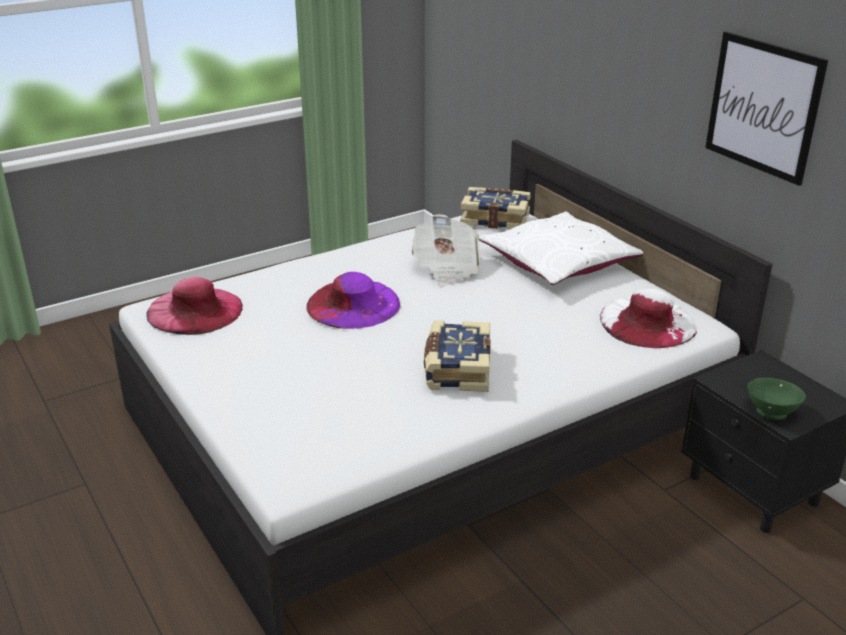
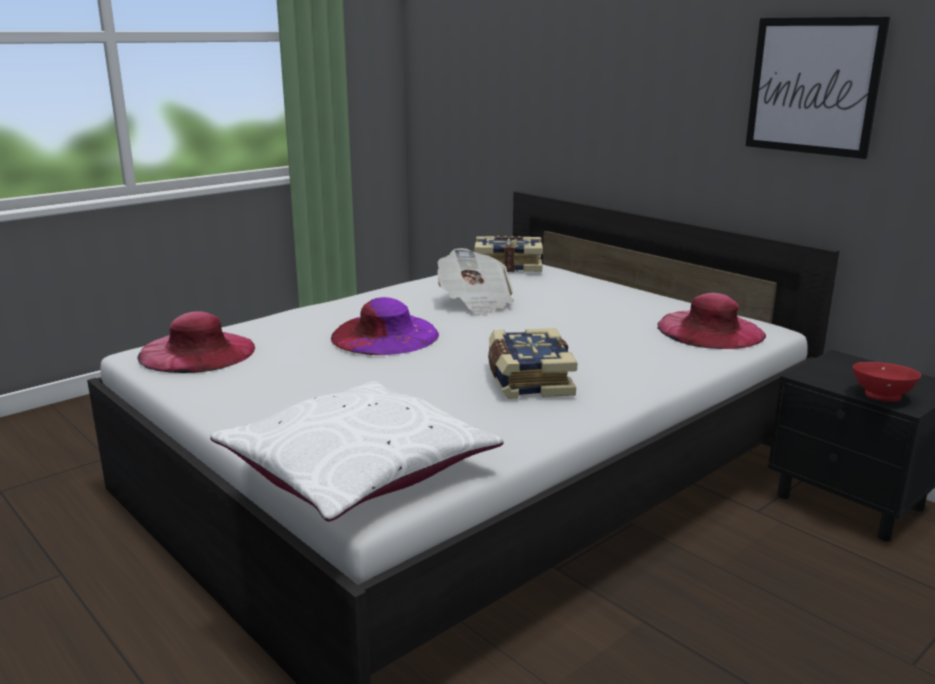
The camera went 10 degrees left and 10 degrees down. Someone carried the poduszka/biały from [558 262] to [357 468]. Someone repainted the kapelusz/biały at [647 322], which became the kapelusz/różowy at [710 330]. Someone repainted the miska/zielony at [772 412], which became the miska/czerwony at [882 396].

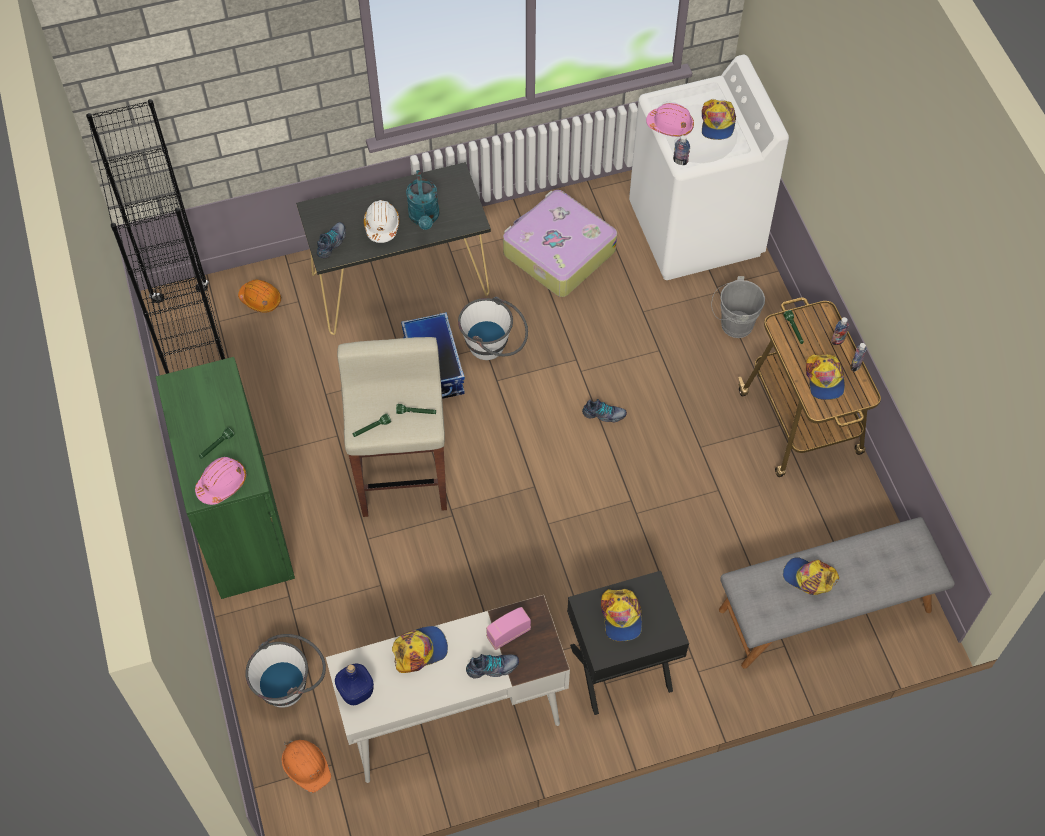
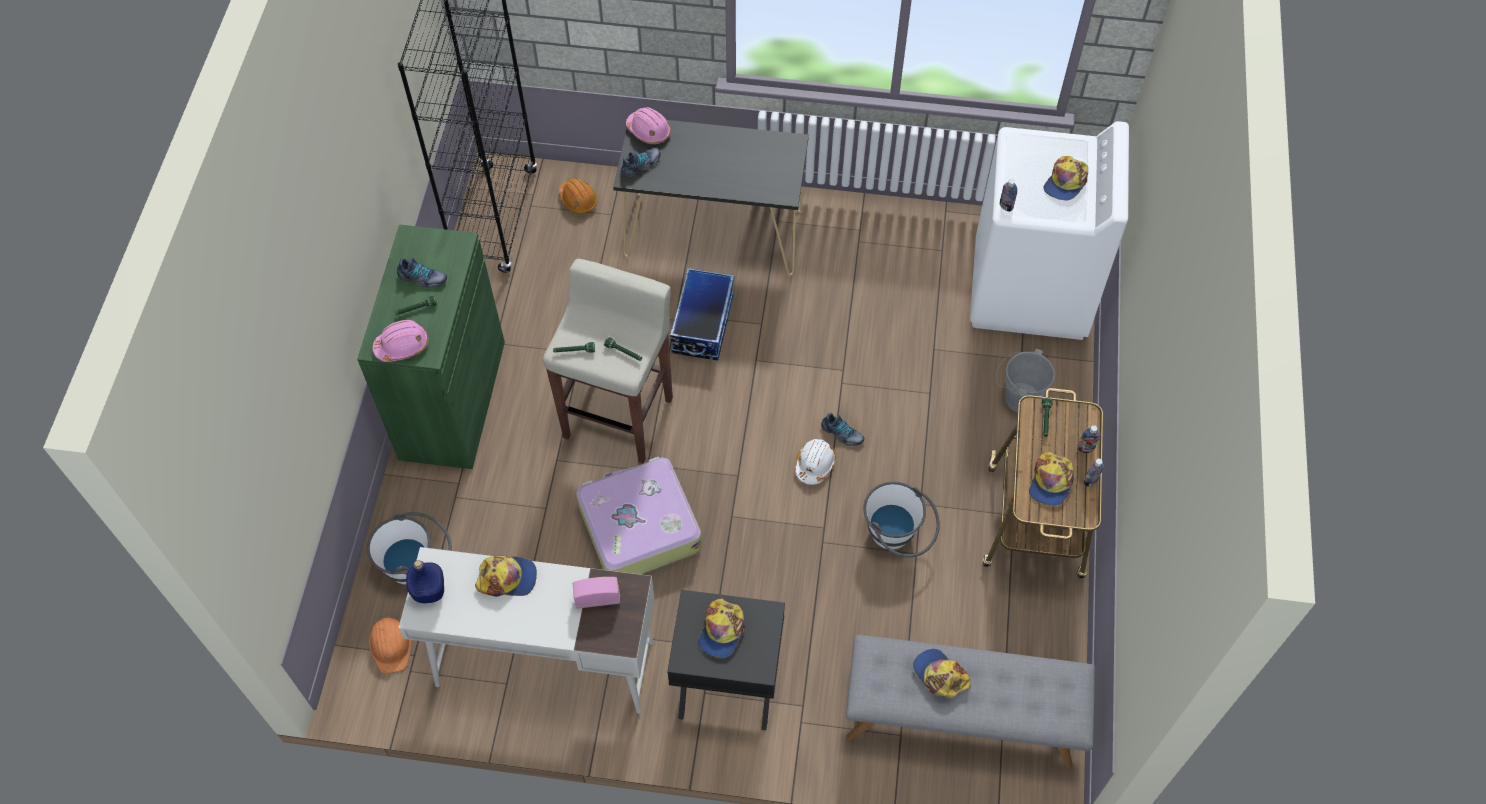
The camera went 25 degrees right and 0 degrees up. Someone carried the but from [492 668] to [422 278]. Someone carried the walizka from [557 252] to [638 527]. Someone carried the kask/różowy from [670 125] to [649 131]. Someone carried the kask/biały from [382 225] to [814 464]. Someone carried the wiadro/biały from [494 347] to [897 537]. Someone took away the konewka/turkusowy at [424 218].

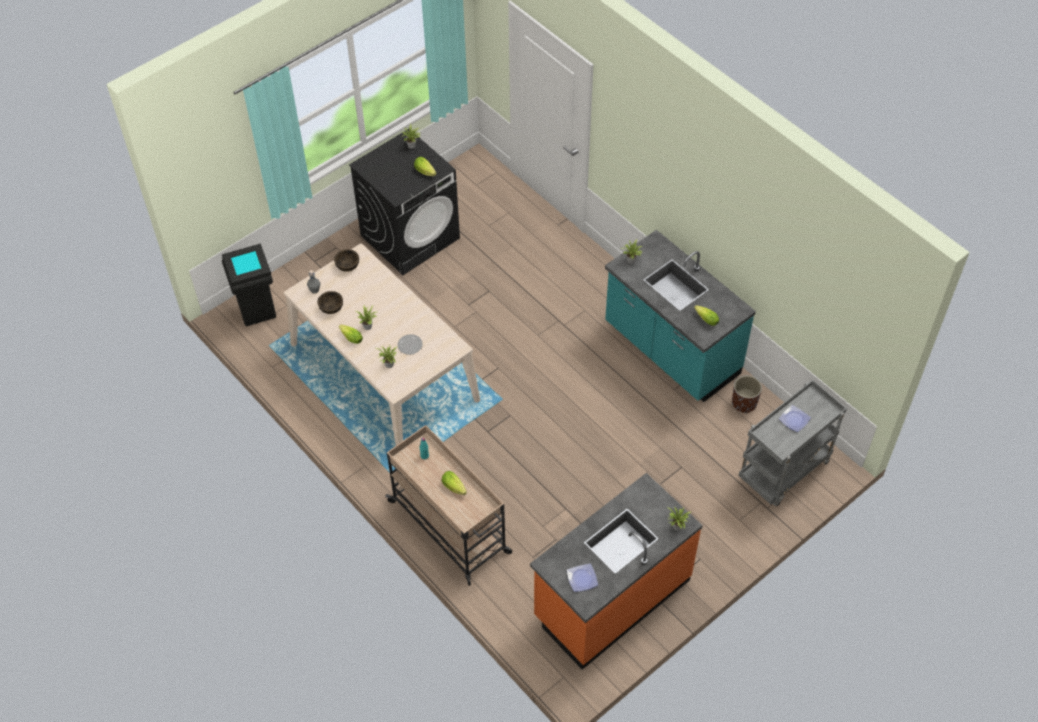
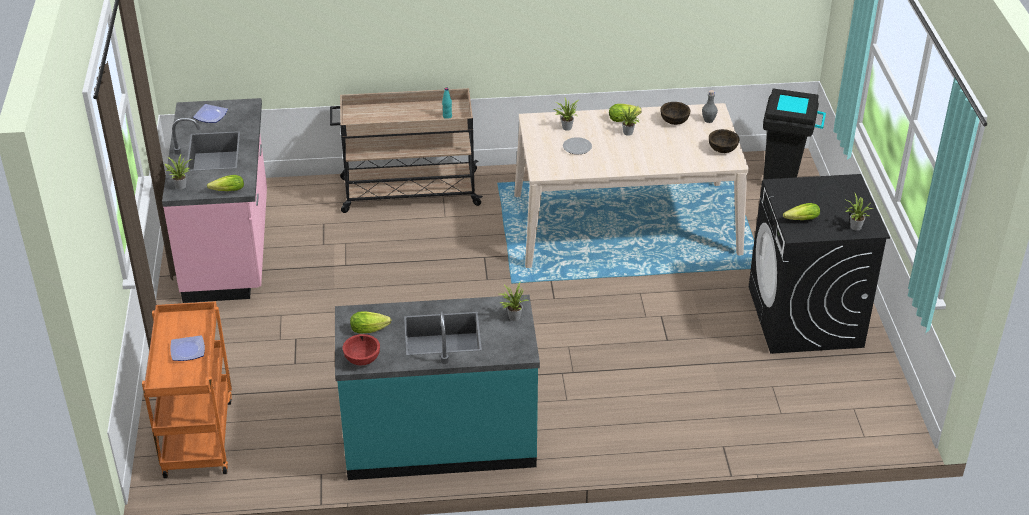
The camera went 125 degrees right and 15 degrees down. Someone repainted the wózek/szary at [784 472], which became the wózek/pomarańczowy at [197 435]. Someone repainted the zabudowa kuchenna/pomarańczowy at [611 598], which became the zabudowa kuchenna/różowy at [229 248]. Someone carried the sałata from [455 488] to [226 191]. Someone put down the miska/czerwony at [362 359]. Someone took away the donica/brązowy at [744 403].

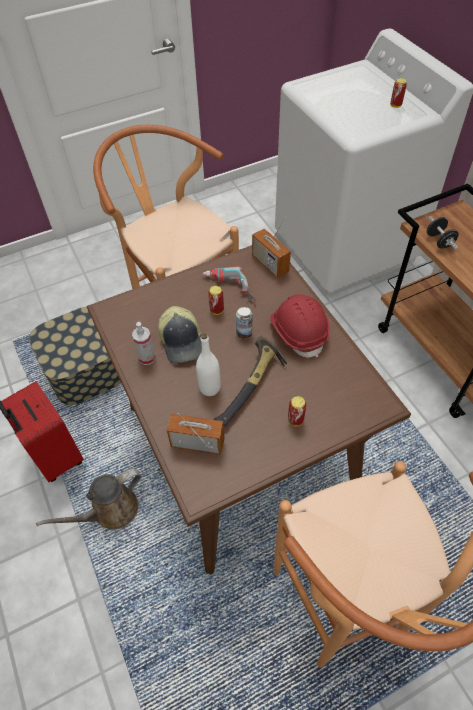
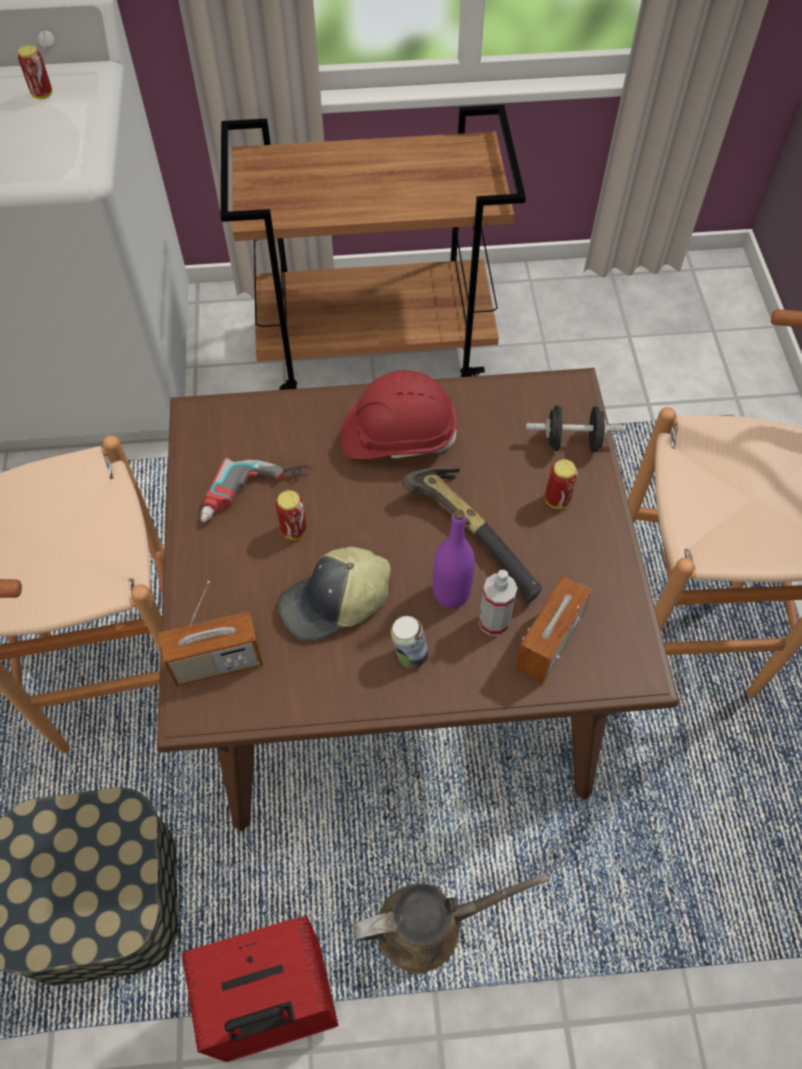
The camera went 70 degrees left and 5 degrees up. Someone carried the radio from [270 264] to [217 662]. Someone rotated the czapka z daszkiem at [182 341] by 150 degrees clockwise. Someone rotated the konewka/brązowy at [110 511] by 90 degrees counterclockwise. Someone carried the puszka from [244 333] to [409 655]. Someone repainted the butelka/biały at [209 388], which became the butelka/fioletowy at [451 593]. Someone carried the spryskiwacz from [147 358] to [494 622]. Someone carried the hantel/czarny from [439 241] to [572 442].

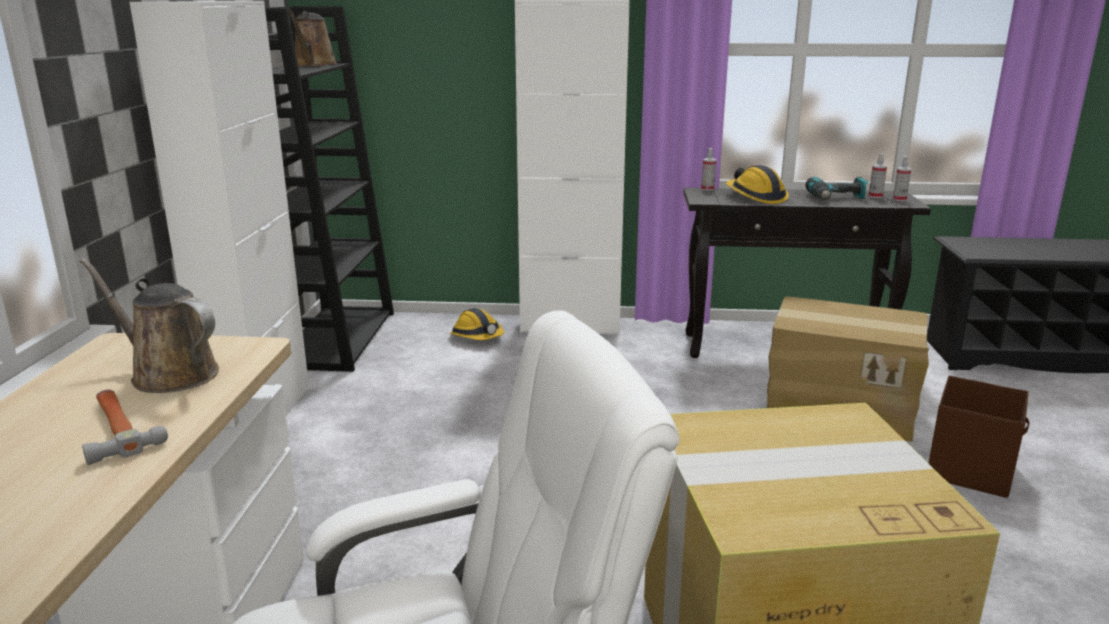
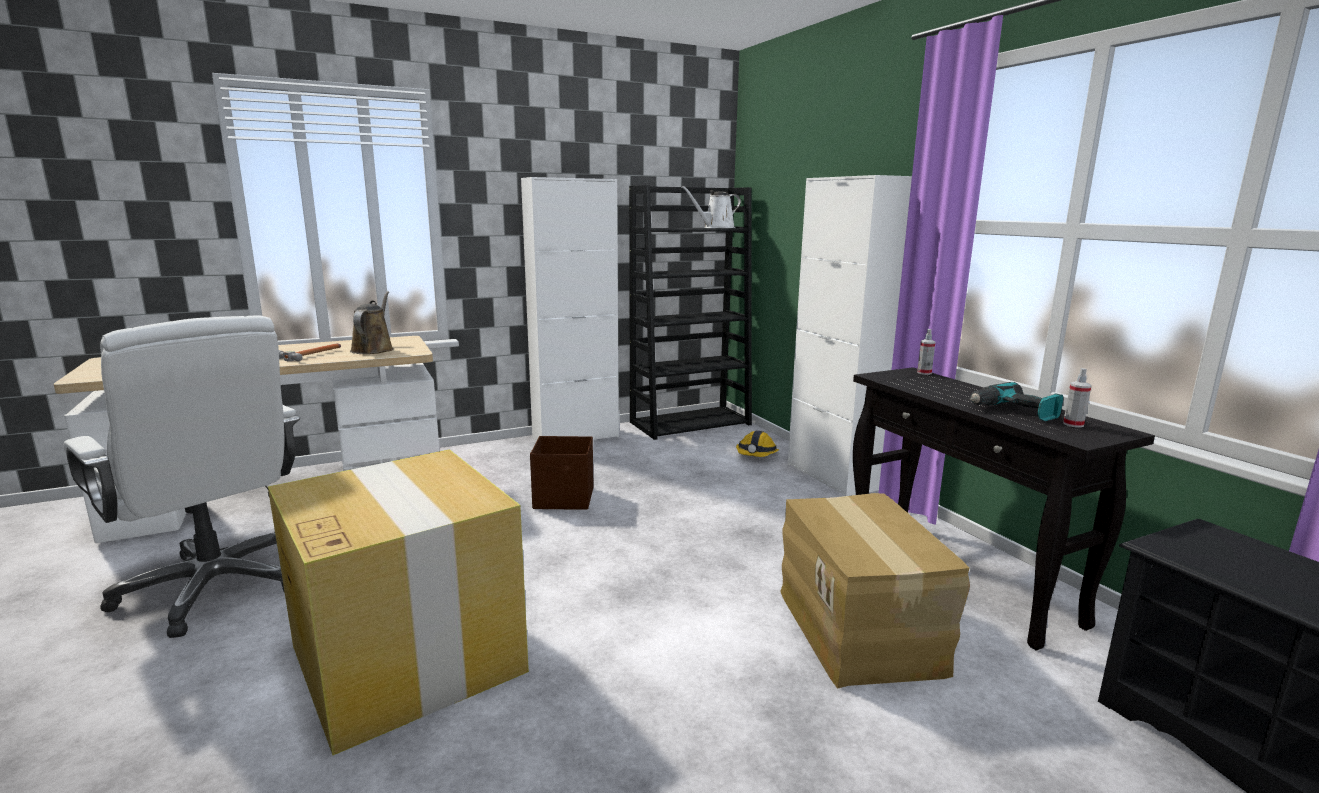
The camera went 60 degrees right and 5 degrees down. Someone carried the pojemnik do przechowywania/brązowy from [970 469] to [565 499]. Someone repainted the konewka/brązowy at [313 65], which became the konewka/biały at [716 228]. Someone took away the kask at [755 197]. Someone took away the spryskiwacz at [899 199].

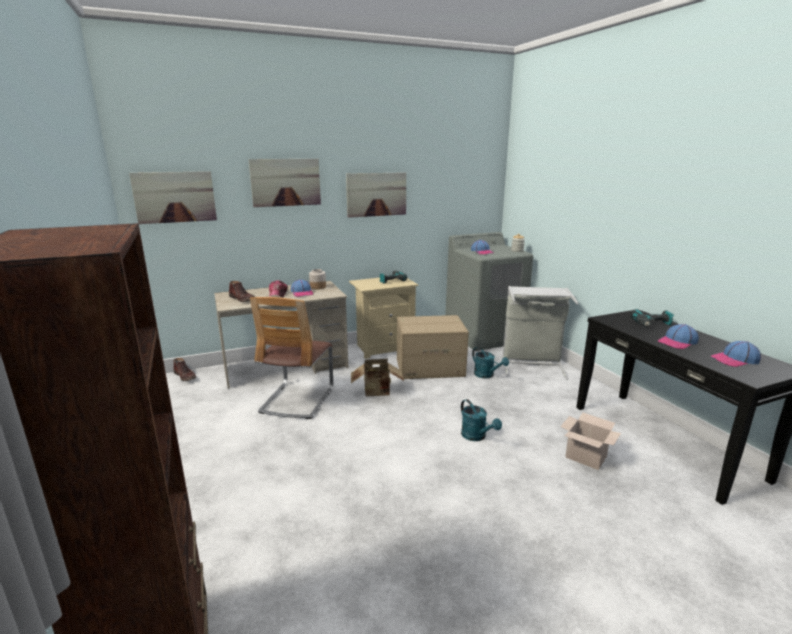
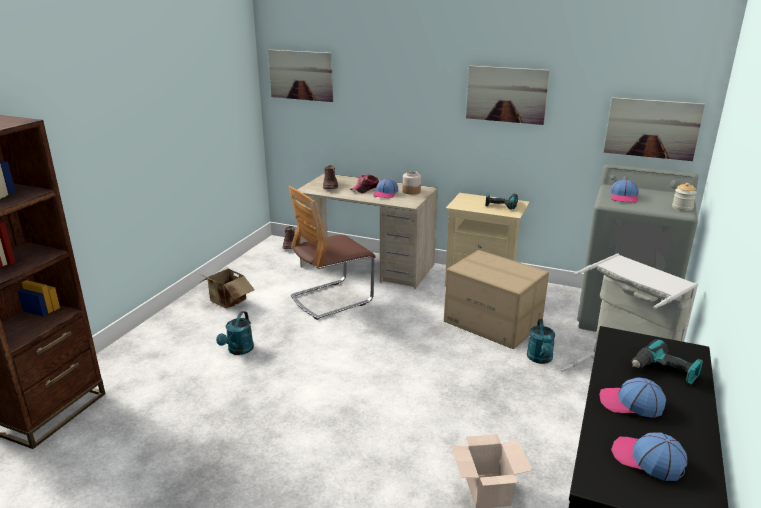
The camera went 45 degrees right and 5 degrees up. Someone carried the karton from [378 392] to [226 302]. Someone carried the konewka/turkusowy from [477 436] to [238 350]. Someone carried the obraz from [285 182] to [652 128].

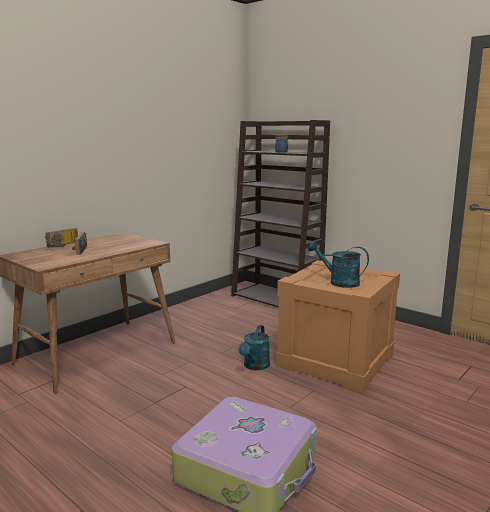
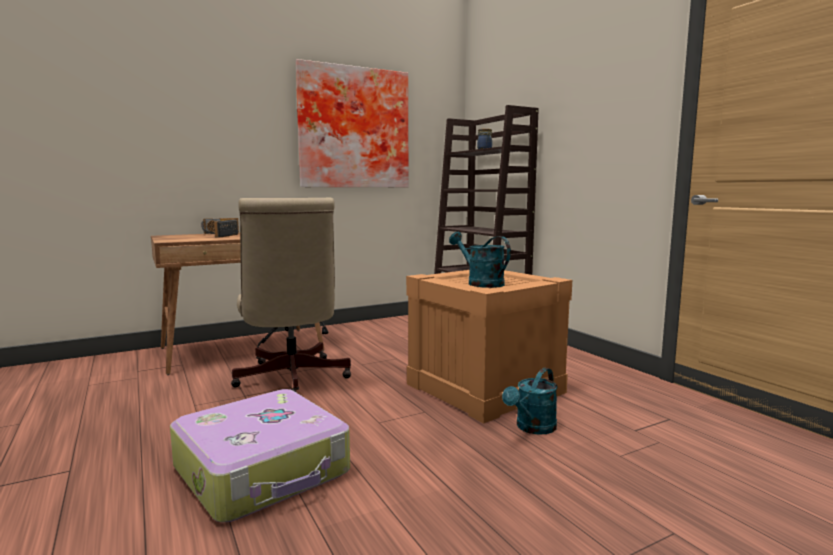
The camera went 20 degrees right and 5 degrees down. Someone put down the krzesło biurowe/beżowy at [291 379]. Someone put up the obraz at [353 128]. Someone carried the konewka/turkusowy from [255 366] to [532 428].

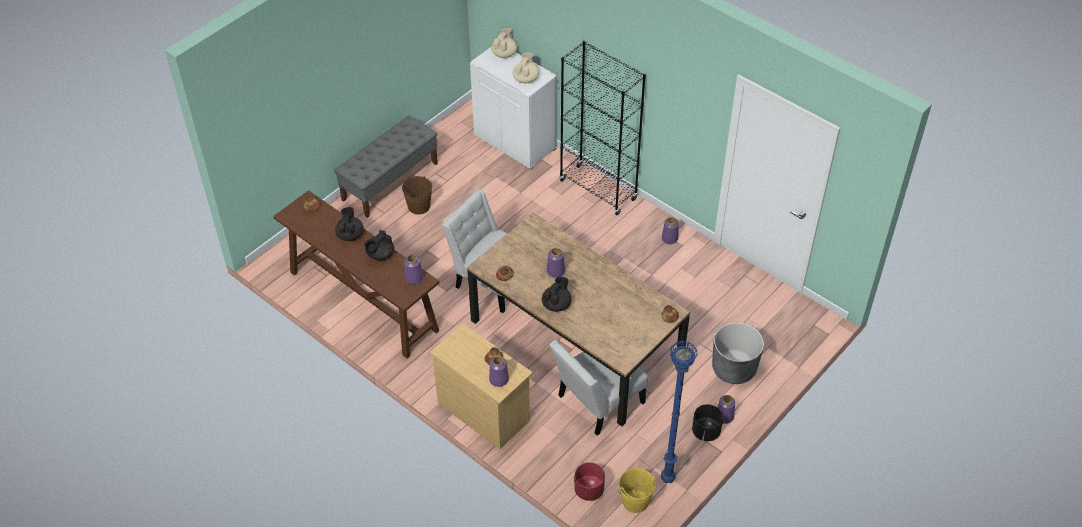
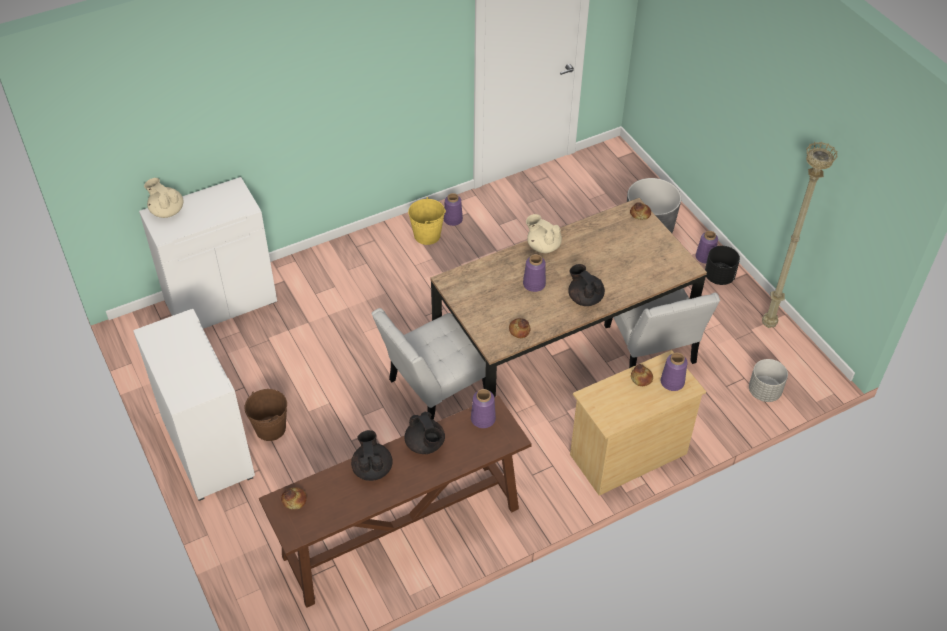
The camera went 70 degrees left and 0 degrees up. Someone swapped the ławka/szary at [390 181] for the szafka/biały at [206 447]. Someone rotated the imbryk/czarny at [350 234] by 60 degrees clockwise. Someone carried the wiadro/żółty from [635 501] to [427 235]. Someone carried the imbryk/beżowy from [526 79] to [543 246]. Someone repainted the donica/czerwony at [588 490], which became the donica/szary at [764 392]. Someone repainted the lampa stojąca/niebieski at [667 480], which became the lampa stojąca/beżowy at [769 325]. Someone took away the regał/czarny at [598 190].

